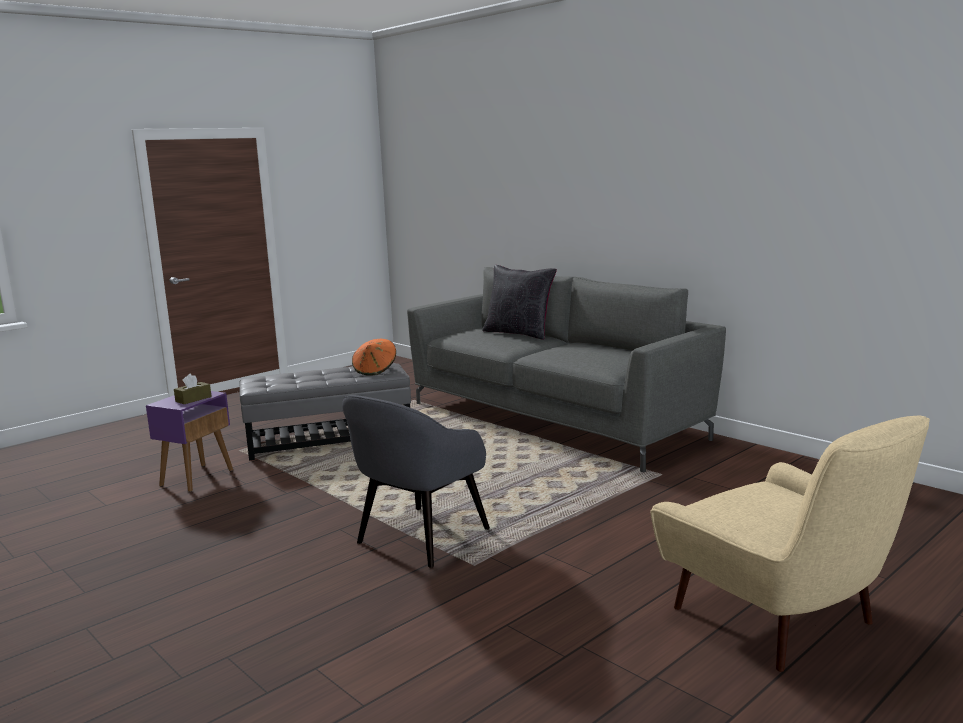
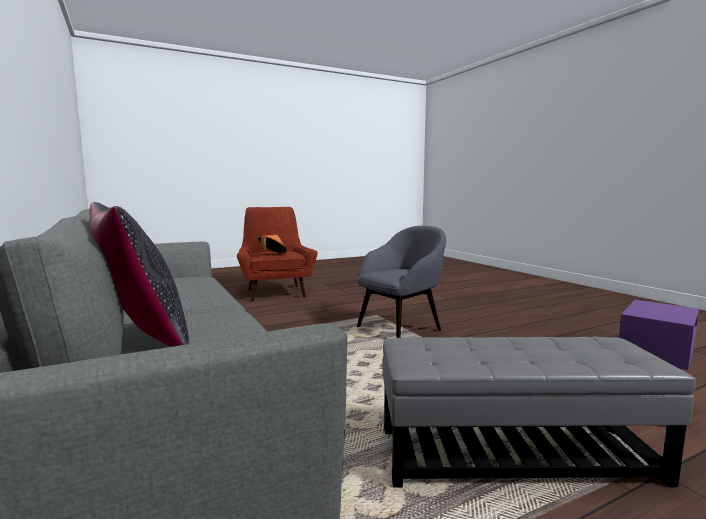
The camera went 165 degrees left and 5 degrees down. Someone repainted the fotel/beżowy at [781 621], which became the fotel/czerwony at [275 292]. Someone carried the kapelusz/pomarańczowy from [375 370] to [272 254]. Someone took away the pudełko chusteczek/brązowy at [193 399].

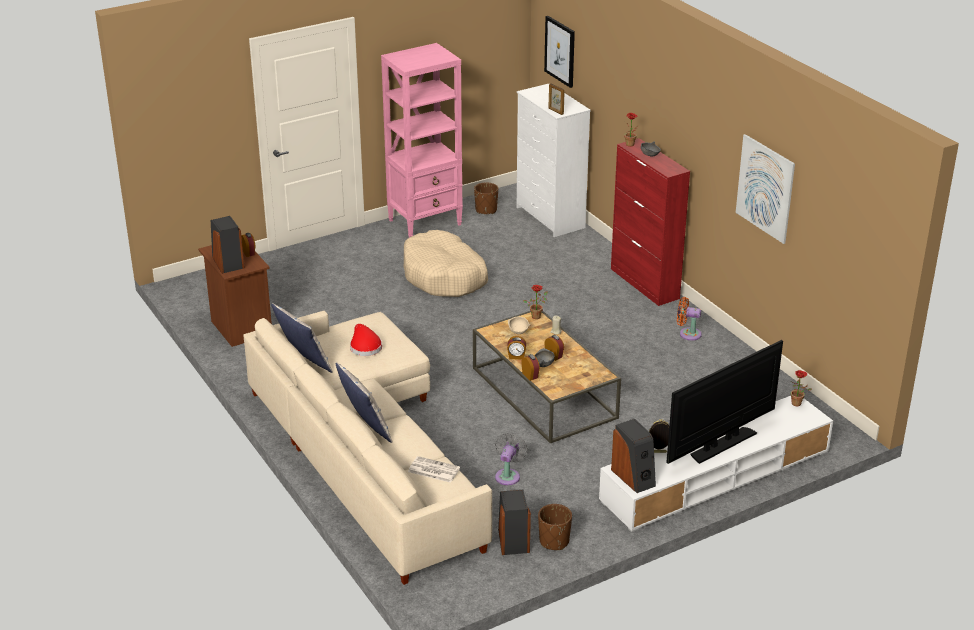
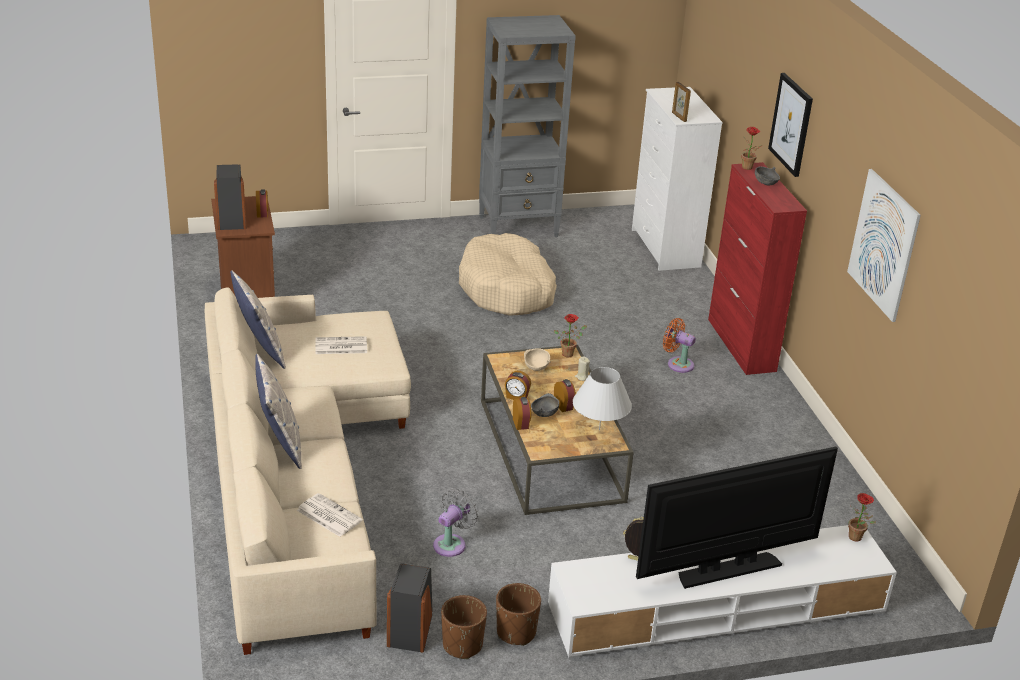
The camera went 15 degrees right and 0 degrees up. Someone swapped the kapelusz/czerwony at [364 346] for the gazeta at [340 346]. Someone repainted the regał/różowy at [425 222], which became the regał/szary at [519 227]. Someone carried the donica/brązowy from [486 210] to [516 632]. Someone put down the lampa stołowa/biały at [599 429]. Someone carried the wentylator/pomarańczowy from [687 334] to [678 364]. Someone carried the obraz from [560 51] to [791 124]. Someone took away the głośnik at [634 477].

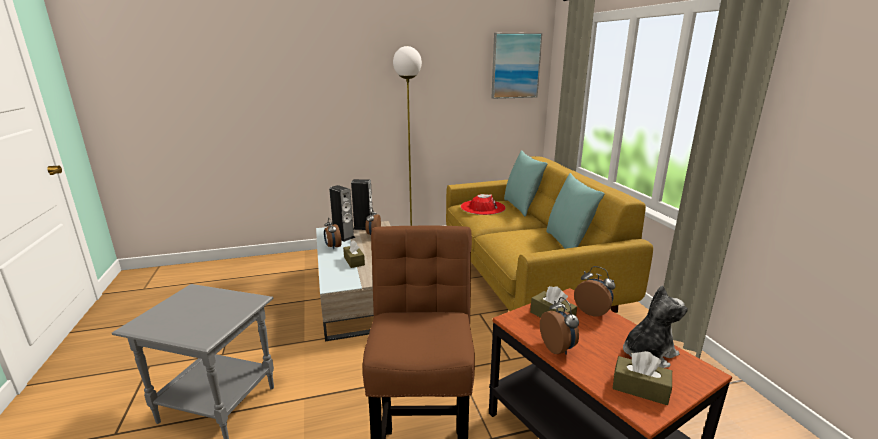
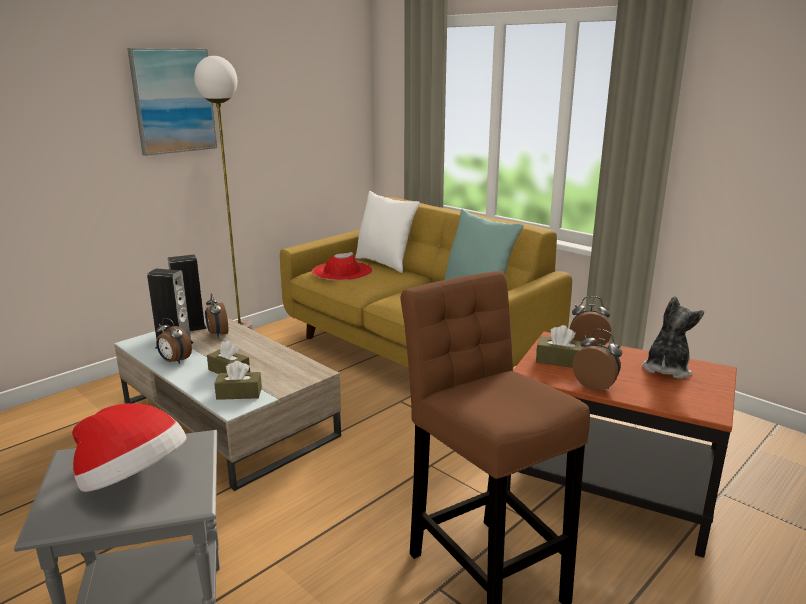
The camera went 30 degrees left and 0 degrees up. Someone put down the kapelusz at [133 481]. Someone carried the obraz from [515 66] to [173 101]. Someone carried the pudełko chusteczek/brązowy from [640 388] to [239 393]. Someone repainted the poduszka/turkusowy at [521 207], which became the poduszka/biały at [385 263].

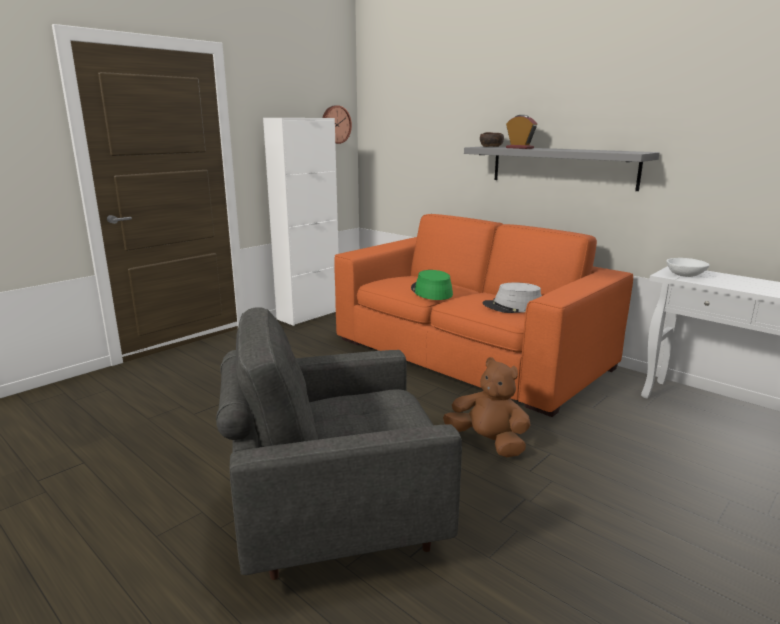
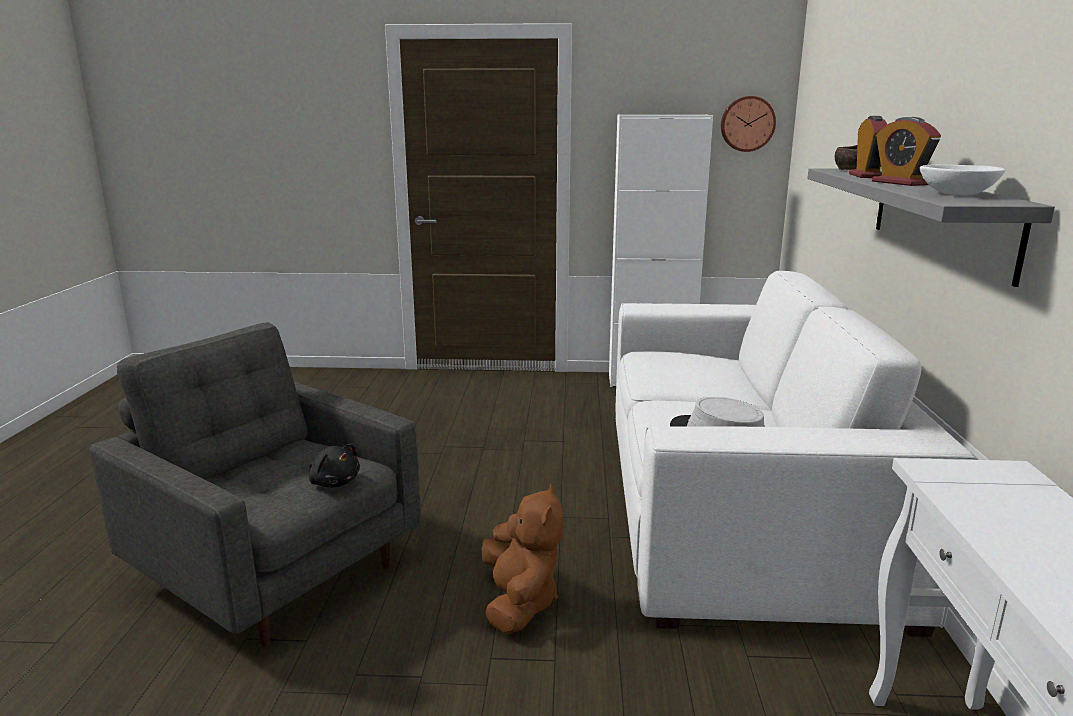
The camera went 50 degrees right and 0 degrees up. Someone put down the pluszak/czarny at [334 482]. Someone repainted the kanapa/pomarańczowy at [469 354], which became the kanapa/biały at [735 502]. Someone put down the budzik at [900 183]. Someone carried the miska/biały from [684 275] to [957 194]. Someone took away the kapelusz/zielony at [431 291].

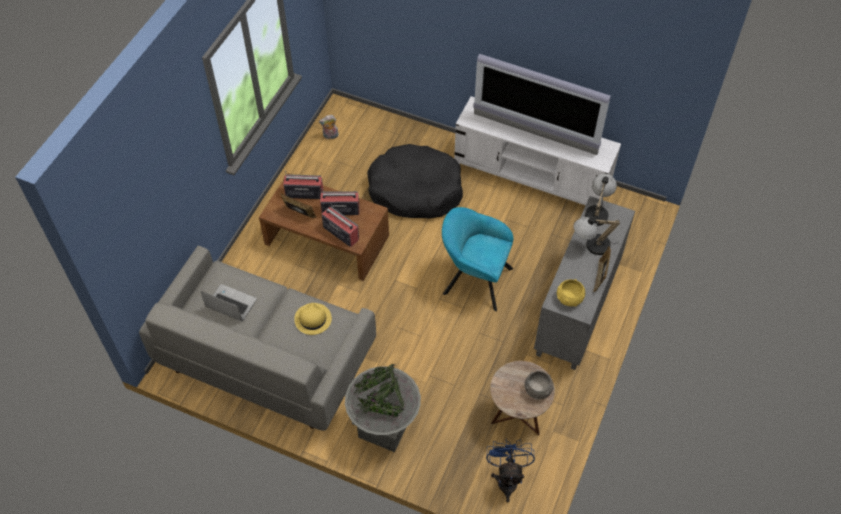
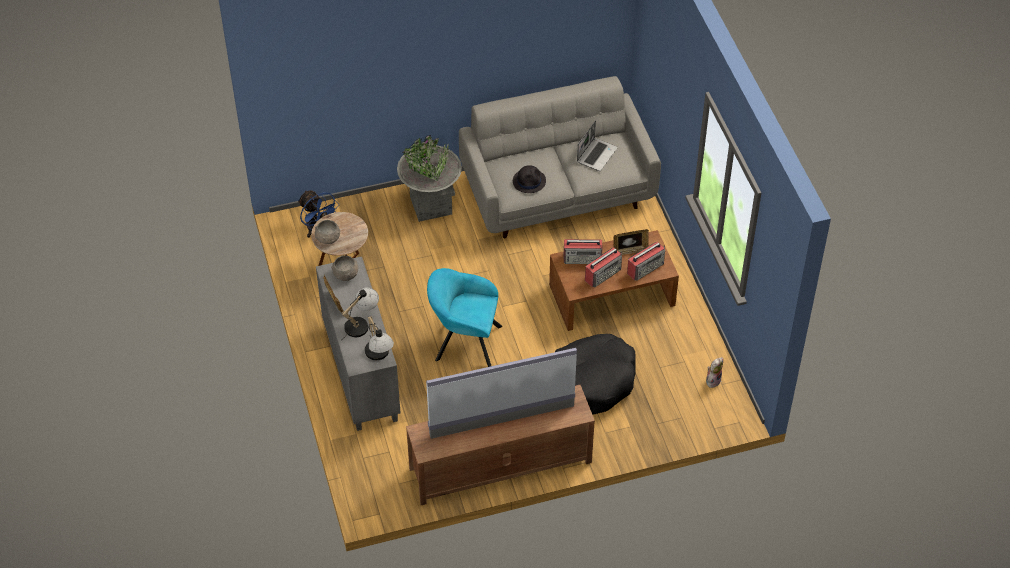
The camera went 140 degrees right and 5 degrees down. Someone repainted the miska/żółty at [569 298], which became the miska/szary at [346 274]. Someone repainted the szafka pod telewizor/biały at [532 176], which became the szafka pod telewizor/brązowy at [499 466]. Someone rotated the fotel/turkusowy at [474 279] by 150 degrees counterclockwise. Someone repainted the kapelusz/żółty at [312 319], which became the kapelusz/czarny at [529 181]. Someone rotated the laptop at [230 304] by 45 degrees counterclockwise.

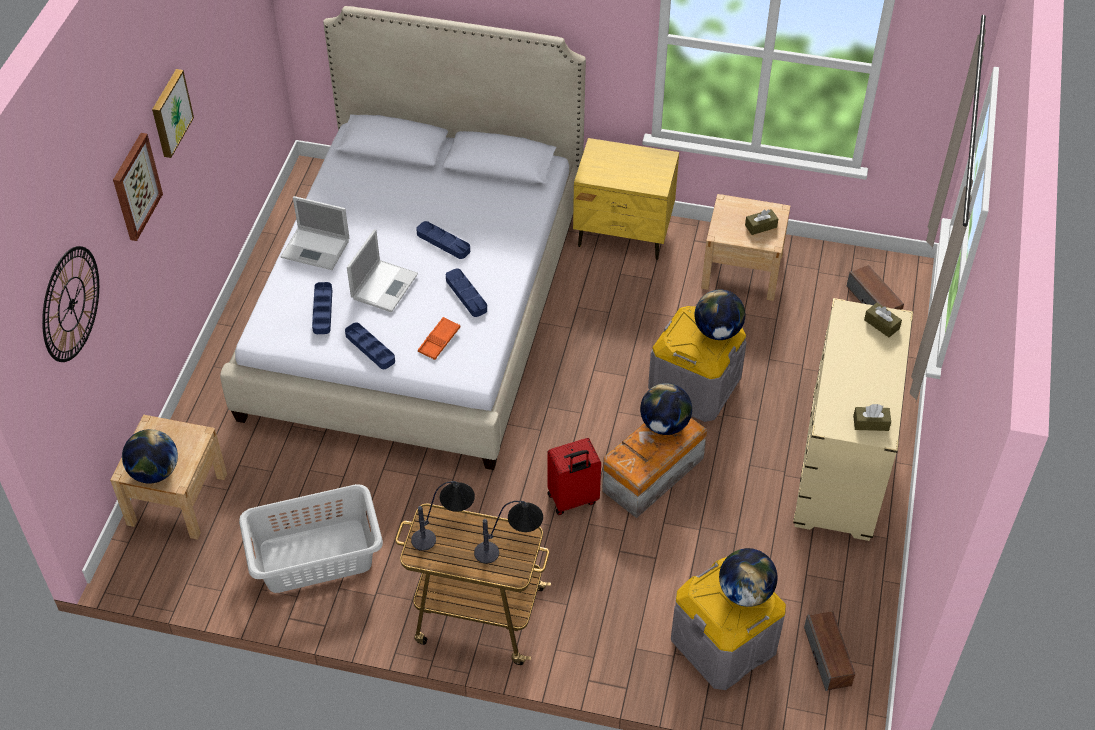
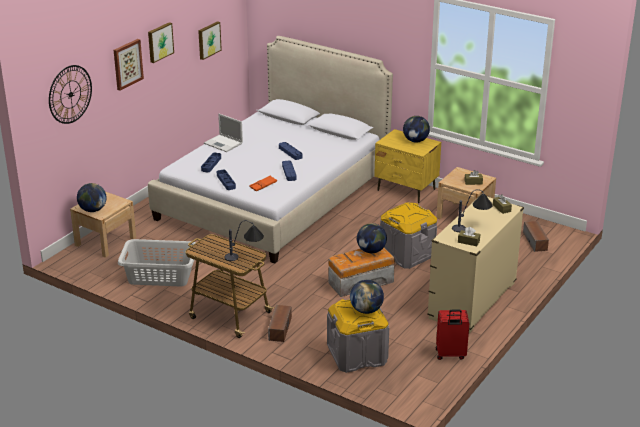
The camera went 20 degrees right and 20 degrees down. Someone put up the obraz at [208 40]. Someone carried the głośnik from [828 656] to [280 329]. Someone carried the globus from [718 331] to [415 141]. Someone carried the walizka/czerwony from [573 500] to [450 354]. Someone carried the lampa stołowa from [445 528] to [472 227]. Someone took away the laptop at [385 285].

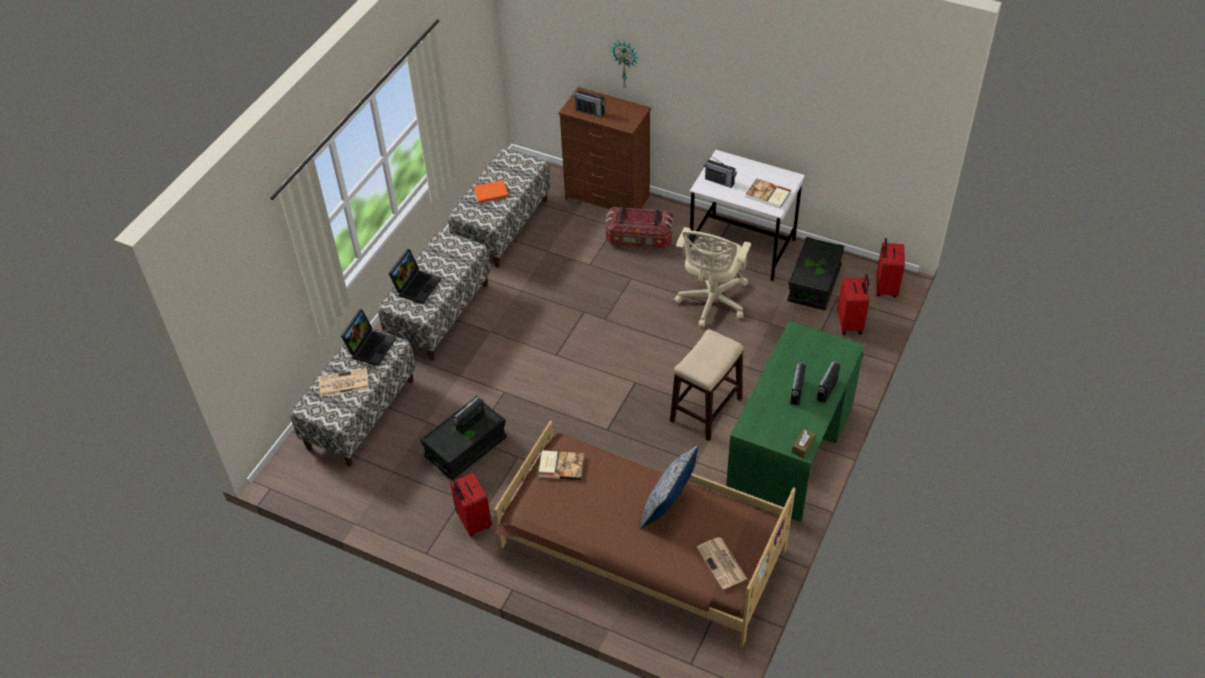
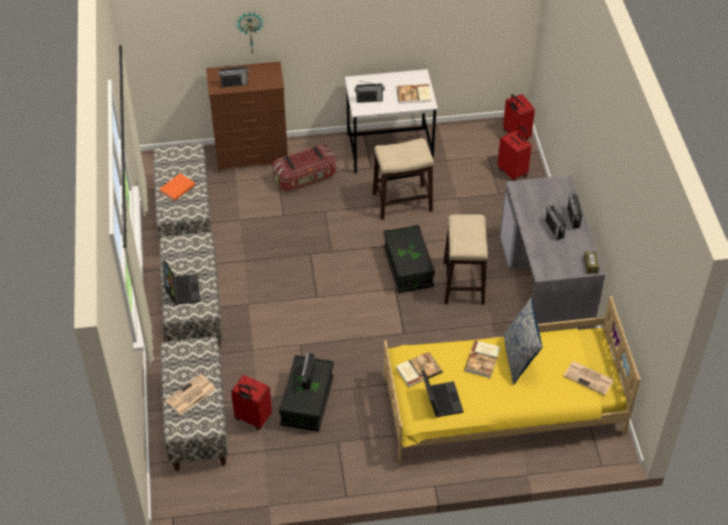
The camera went 35 degrees left and 0 degrees up. Someone carried the walizka/czerwony from [473 522] to [252 418]. Someone swapped the krzesło biurowe/beżowy at [711 303] for the stołek at [401 202]. Someone carried the pojemnik do przechowywania/czarny from [814 284] to [408 268]. Someone repainted the łóżko/brązowy at [640 549], which became the łóżko/żółty at [501 406]. Someone carried the laptop from [370 346] to [440 399]. Someone put down the książka at [483 359]. Someone repainted the biurko/zielony at [791 450], which became the biurko/szary at [546 282].

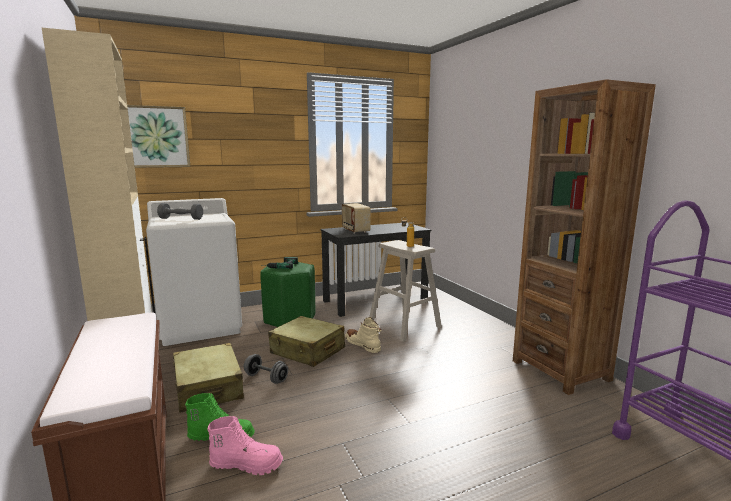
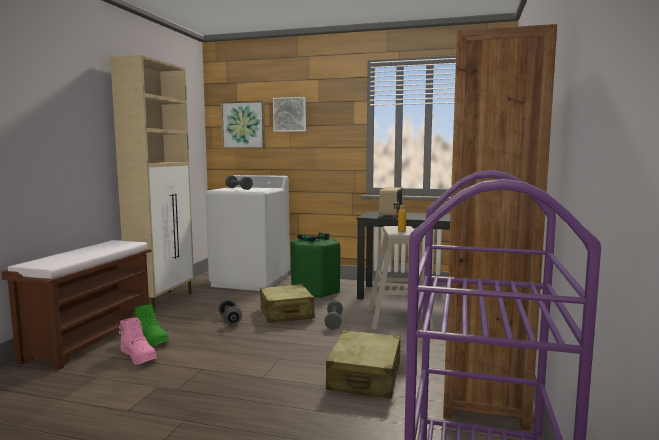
The camera went 40 degrees right and 5 degrees down. Someone put up the obraz at [290 114]. Someone swapped the but z cholewką/beżowy at [363 345] for the hantel/szary at [334 322]. Someone carried the walizka/beżowy from [208 388] to [365 376].

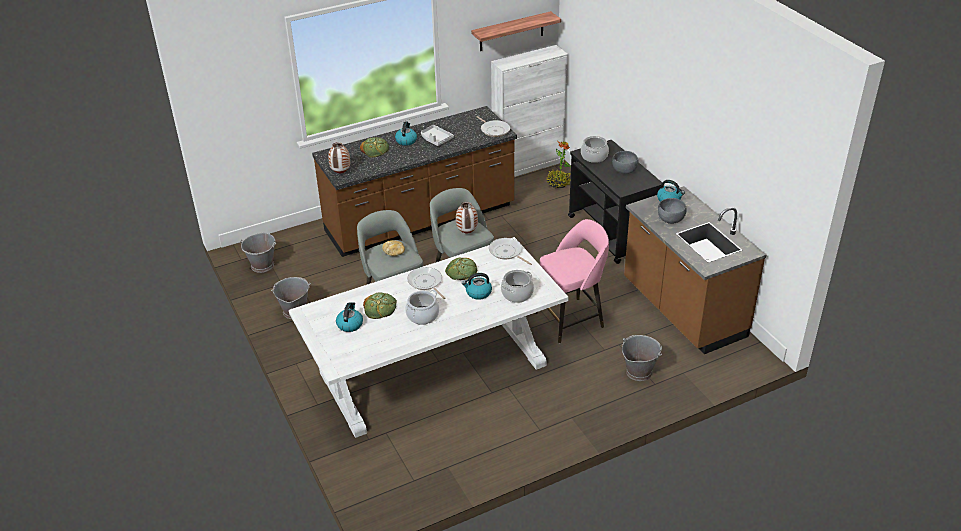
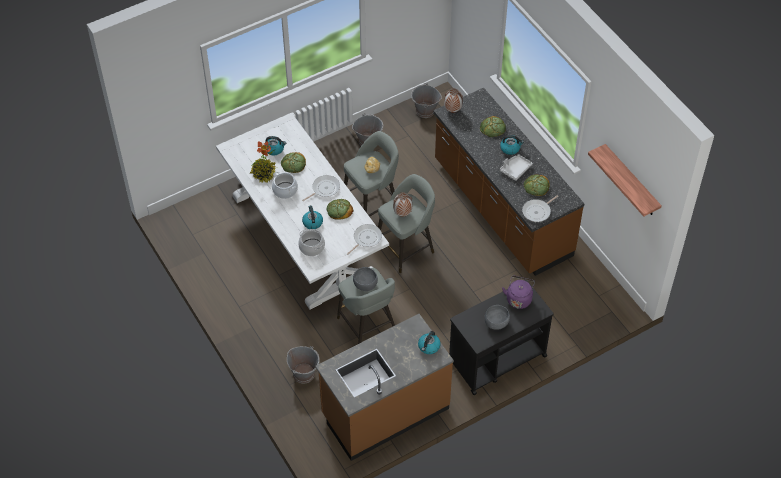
The camera went 85 degrees right and 15 degrees up. Someone carried the roślina doniczkowa from [558 183] to [263 174]. Someone repainted the stołek/różowy at [571 319], which became the stołek/szary at [367 326]. Someone carried the miska/szary from [671 219] to [365 285]. Someone swapped the garnek at [594 156] for the czajnik/fioletowy at [519 298]. Someone put down the chleb at [536 187]. Someone took away the szafka/biały at [528 165].

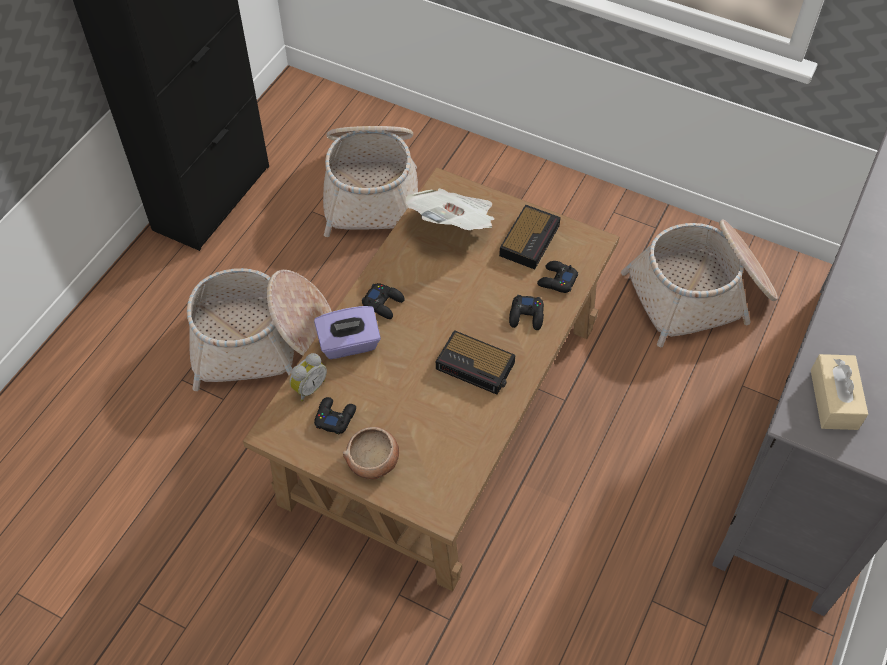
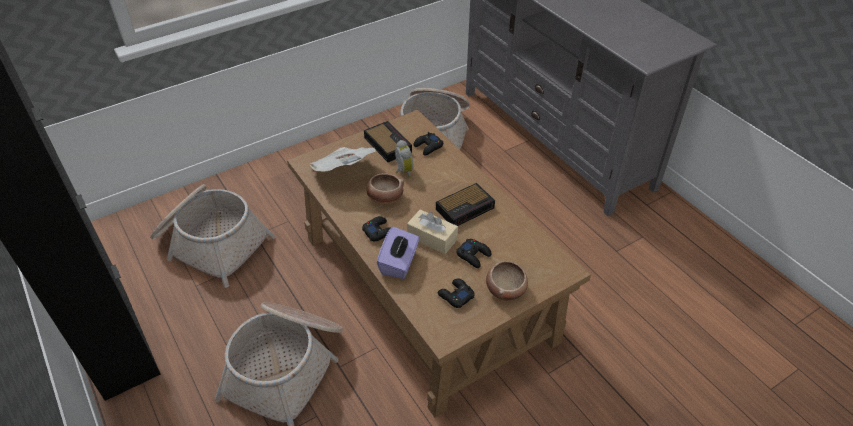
The camera went 60 degrees left and 10 degrees down. Someone put down the miska at [384 198]. Someone carried the budzik from [308 387] to [402 171]. Someone carried the pudełko chusteczek/beżowy from [834 399] to [432 238]. Someone carried the pad do gier/czarny from [526 316] to [474 255].

